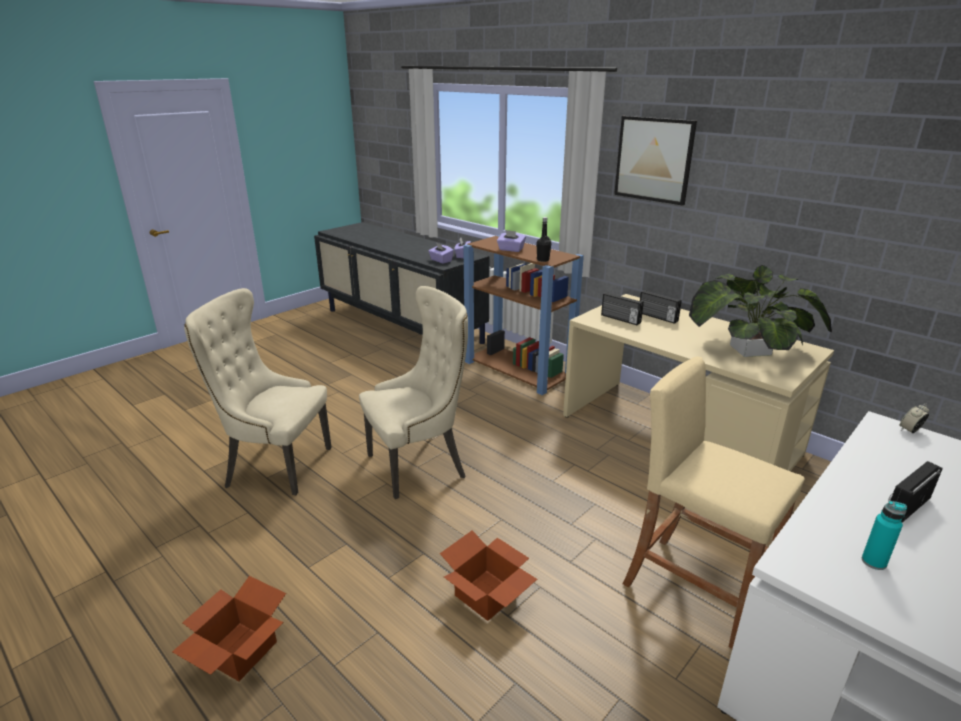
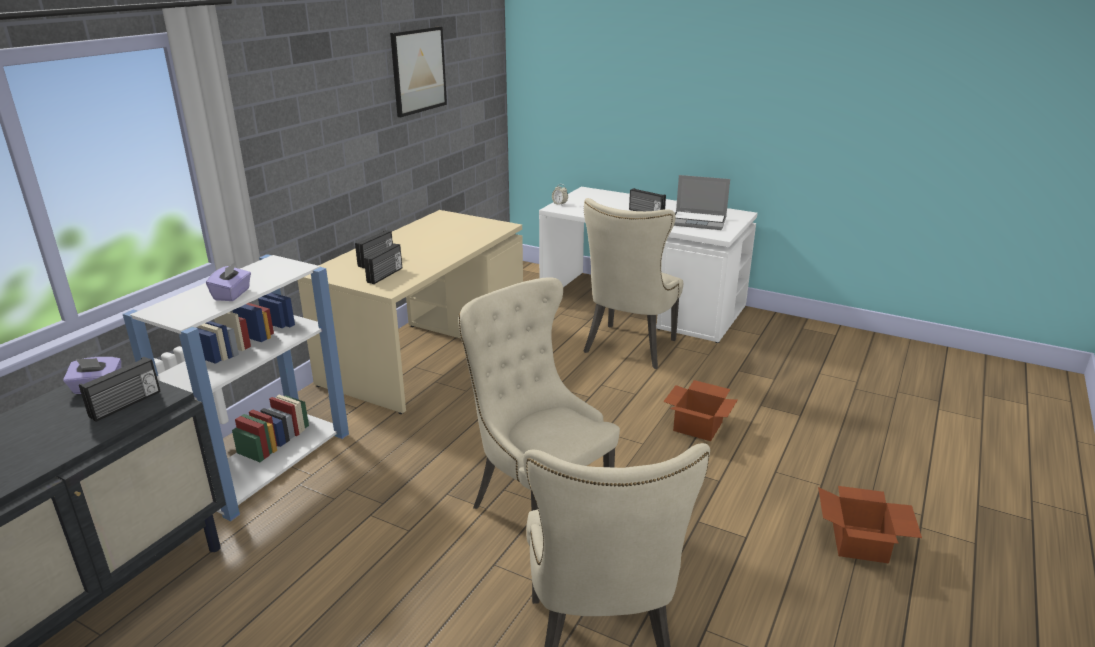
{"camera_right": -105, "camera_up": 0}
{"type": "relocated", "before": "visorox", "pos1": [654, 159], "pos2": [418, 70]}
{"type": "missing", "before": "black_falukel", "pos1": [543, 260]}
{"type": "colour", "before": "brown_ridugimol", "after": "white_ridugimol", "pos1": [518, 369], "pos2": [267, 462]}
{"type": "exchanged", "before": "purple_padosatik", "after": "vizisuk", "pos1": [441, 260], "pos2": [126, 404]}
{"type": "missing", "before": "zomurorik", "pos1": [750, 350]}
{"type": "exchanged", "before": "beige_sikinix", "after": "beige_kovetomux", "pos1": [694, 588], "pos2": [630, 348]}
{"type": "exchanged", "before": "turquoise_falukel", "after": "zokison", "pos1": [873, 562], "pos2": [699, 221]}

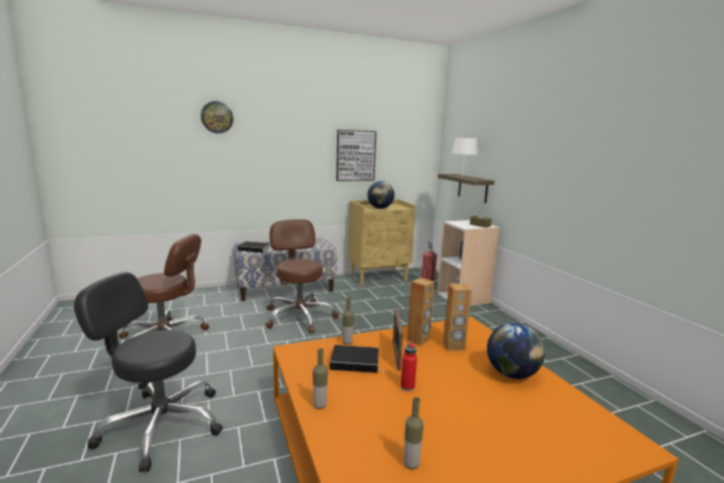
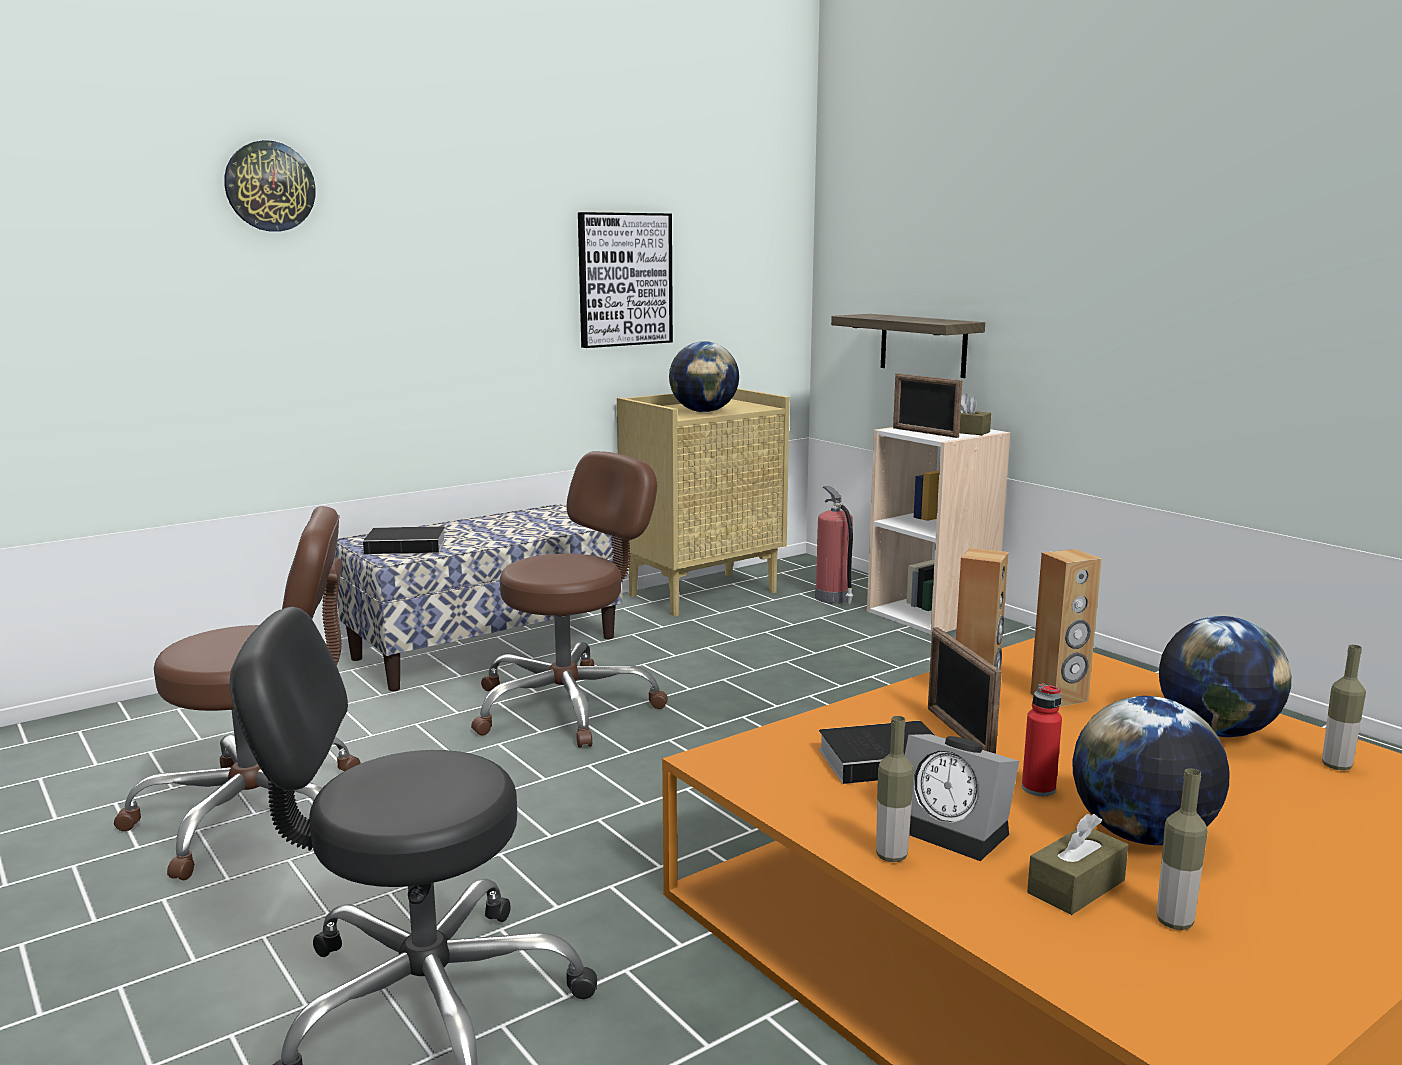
{"camera_right": -15, "camera_up": 0}
{"type": "missing", "before": "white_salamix", "pos1": [462, 177]}
{"type": "spun", "before": "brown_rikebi", "pos1": [298, 315], "pos2": [572, 704], "turn": 90}
{"type": "relocated", "before": "falukel", "pos1": [347, 342], "pos2": [1336, 766]}
{"type": "appeared", "after": "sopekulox", "pos2": [924, 432]}
{"type": "appeared", "after": "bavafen", "pos2": [1142, 835]}
{"type": "appeared", "after": "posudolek", "pos2": [955, 830]}
{"type": "appeared", "after": "brown_padosatik", "pos2": [1076, 887]}

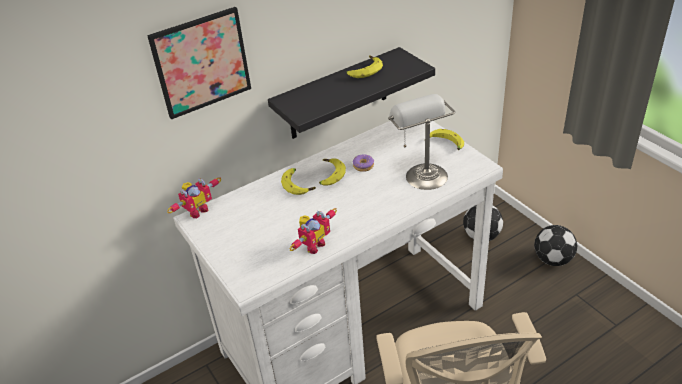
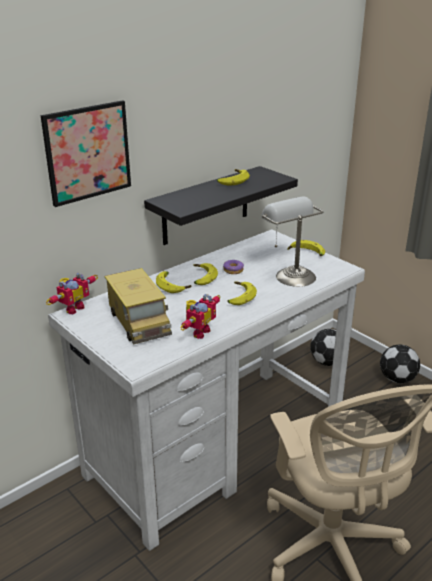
{"camera_right": -10, "camera_up": -10}
{"type": "appeared", "after": "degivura", "pos2": [139, 321]}
{"type": "appeared", "after": "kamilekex", "pos2": [238, 297]}

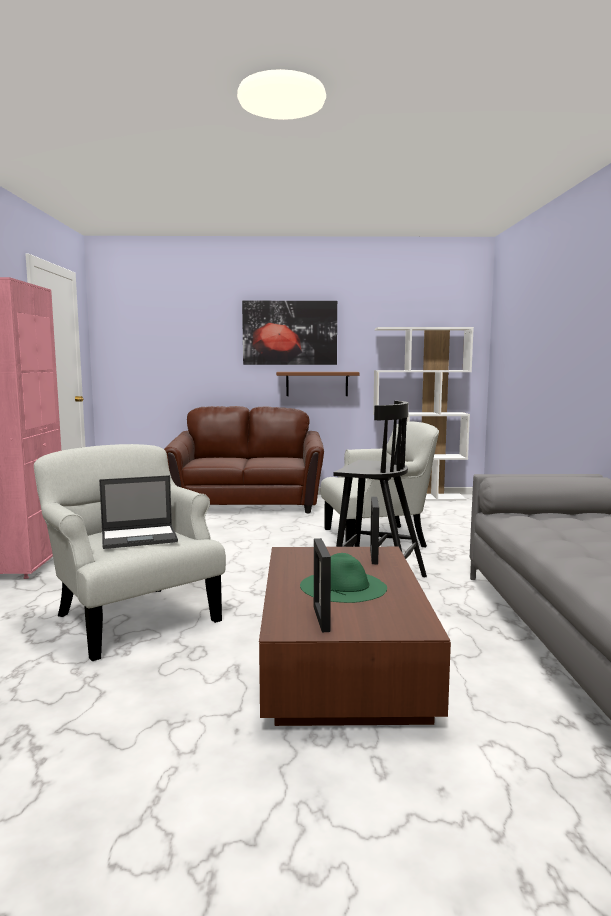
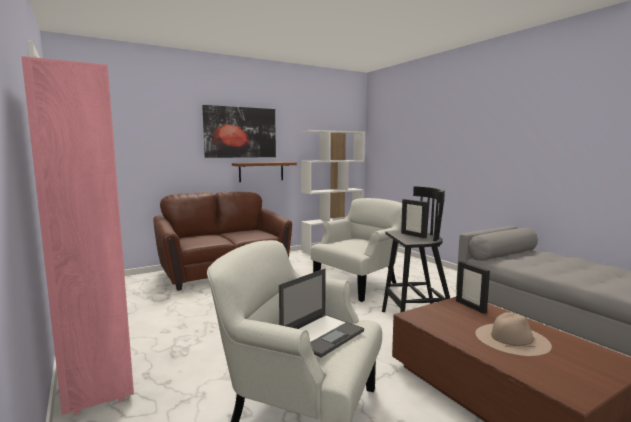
{"camera_right": -30, "camera_up": 0}
{"type": "relocated", "before": "sopekulox", "pos1": [322, 618], "pos2": [414, 235]}
{"type": "colour", "before": "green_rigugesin", "after": "beige_rigugesin", "pos1": [343, 586], "pos2": [512, 339]}

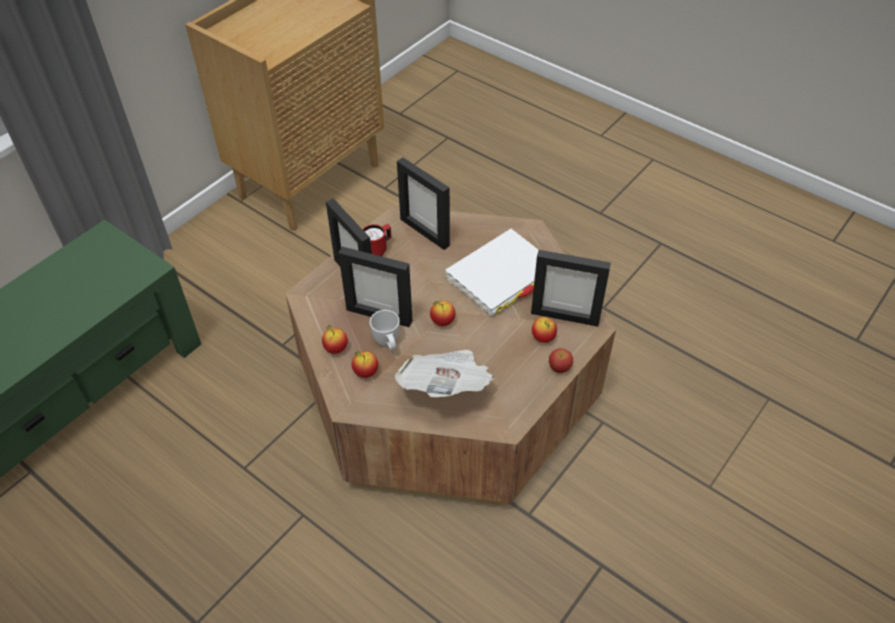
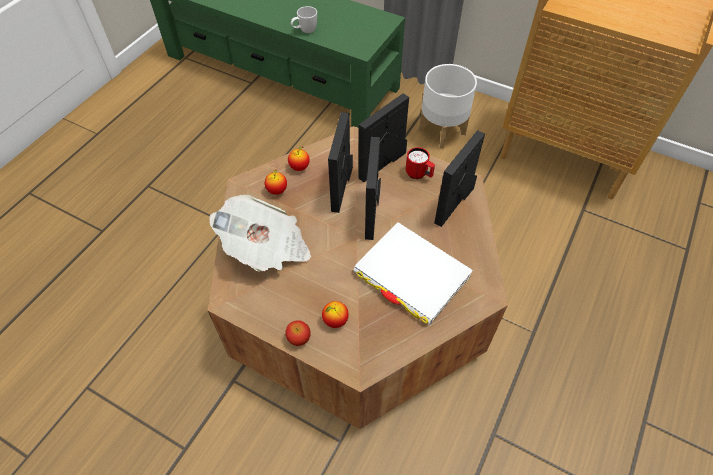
{"camera_right": 80, "camera_up": 5}
{"type": "relocated", "before": "sopekulox", "pos1": [565, 315], "pos2": [372, 214]}
{"type": "missing", "before": "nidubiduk", "pos1": [442, 321]}
{"type": "relocated", "before": "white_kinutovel", "pos1": [388, 344], "pos2": [304, 31]}
{"type": "appeared", "after": "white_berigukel", "pos2": [441, 132]}

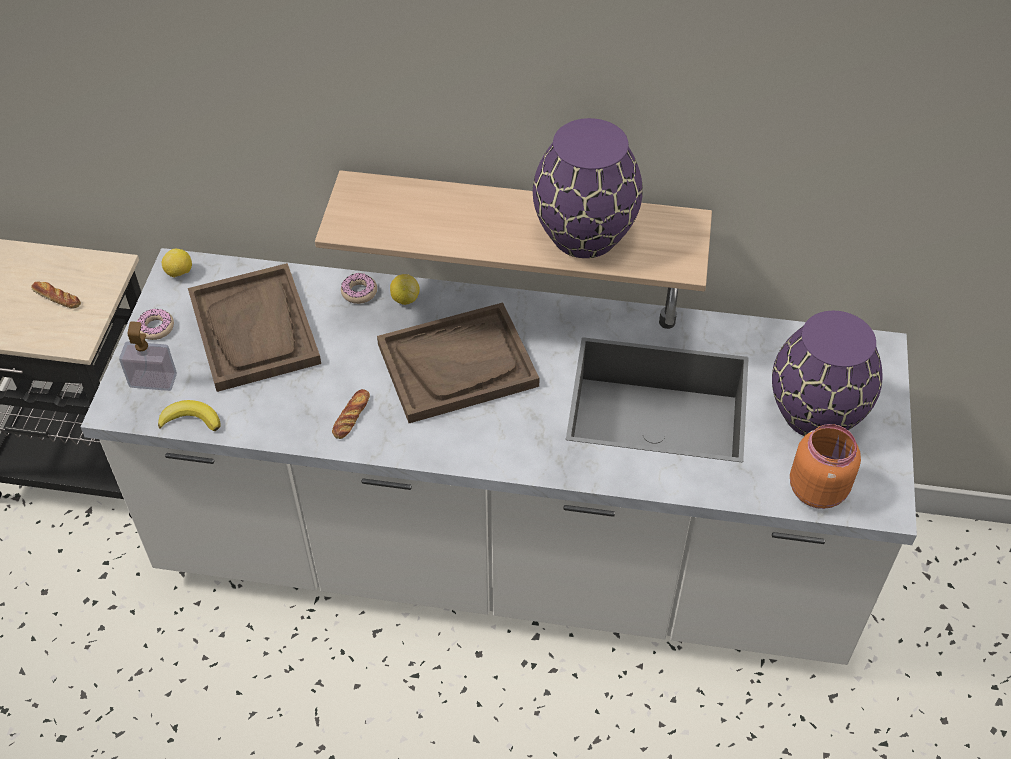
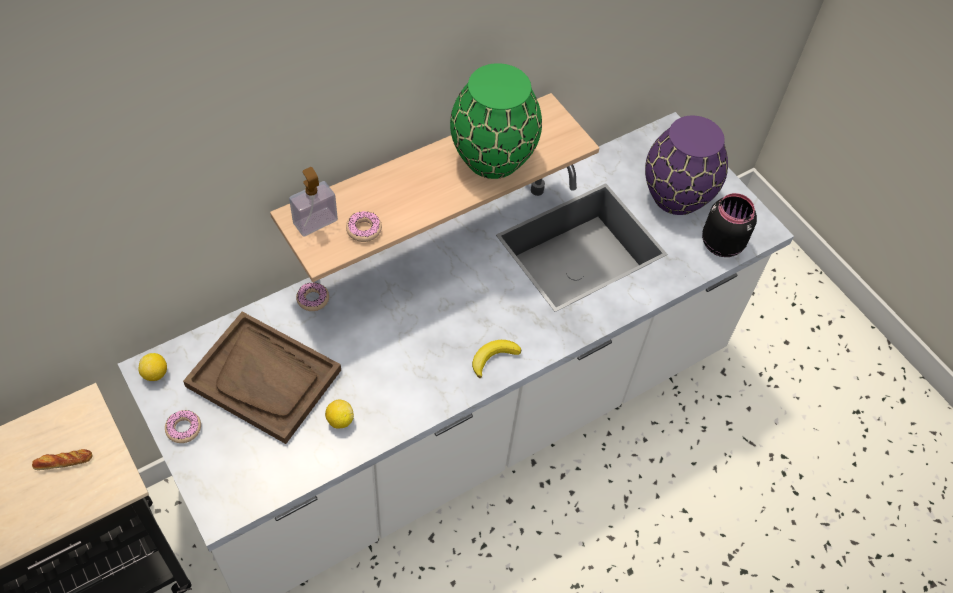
{"camera_right": -45, "camera_up": 5}
{"type": "colour", "before": "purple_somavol", "after": "green_somavol", "pos1": [583, 236], "pos2": [493, 159]}
{"type": "relocated", "before": "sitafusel", "pos1": [405, 299], "pos2": [340, 420]}
{"type": "missing", "before": "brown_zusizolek", "pos1": [457, 365]}
{"type": "relocated", "before": "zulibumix", "pos1": [153, 380], "pos2": [315, 222]}
{"type": "missing", "before": "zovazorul", "pos1": [351, 416]}
{"type": "relocated", "before": "kamilekex", "pos1": [191, 419], "pos2": [493, 358]}
{"type": "colour", "before": "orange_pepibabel", "after": "black_pepibabel", "pos1": [818, 488], "pos2": [721, 243]}
{"type": "appeared", "after": "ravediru", "pos2": [364, 229]}

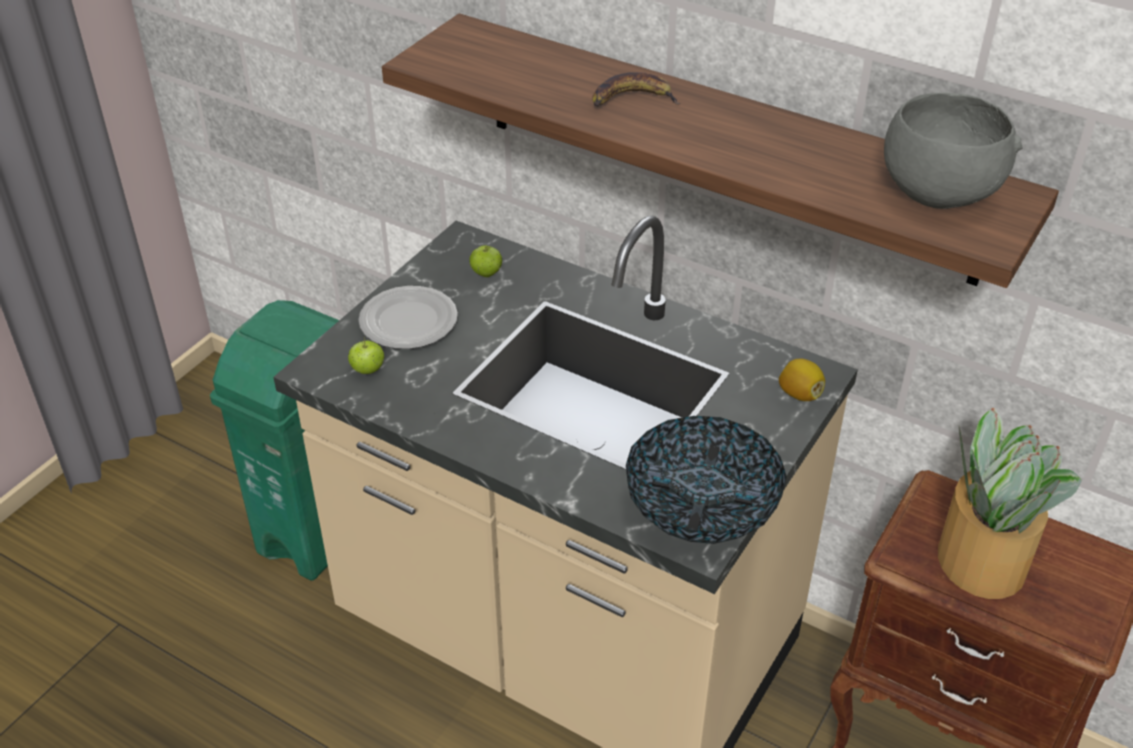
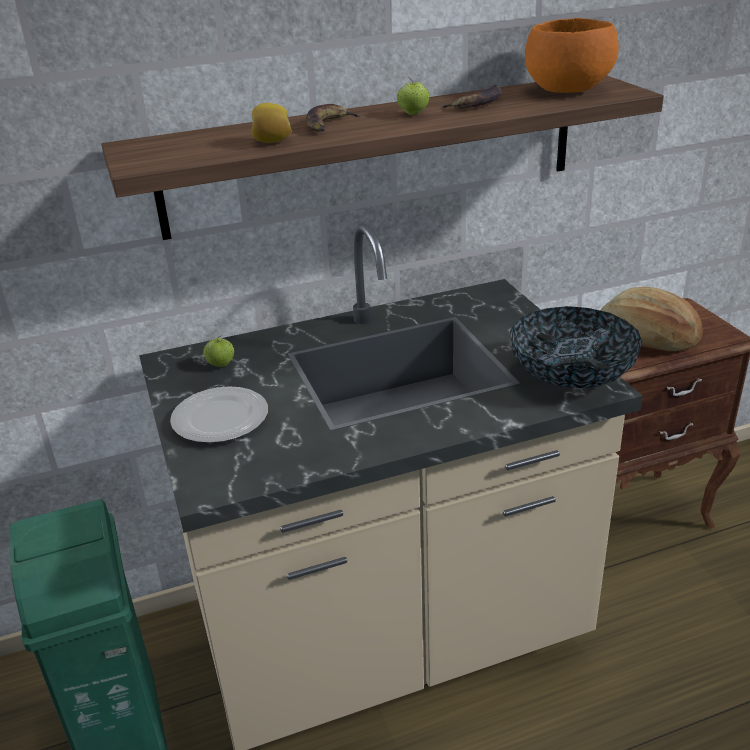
{"camera_right": -50, "camera_up": -10}
{"type": "colour", "before": "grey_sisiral", "after": "orange_sisiral", "pos1": [936, 193], "pos2": [566, 90]}
{"type": "relocated", "before": "nidubiduk", "pos1": [368, 370], "pos2": [413, 114]}
{"type": "relocated", "before": "sitafusel", "pos1": [799, 394], "pos2": [272, 142]}
{"type": "exchanged", "before": "zomurorik", "after": "zovazorul", "pos1": [981, 560], "pos2": [646, 340]}
{"type": "appeared", "after": "kamilekex", "pos2": [477, 103]}

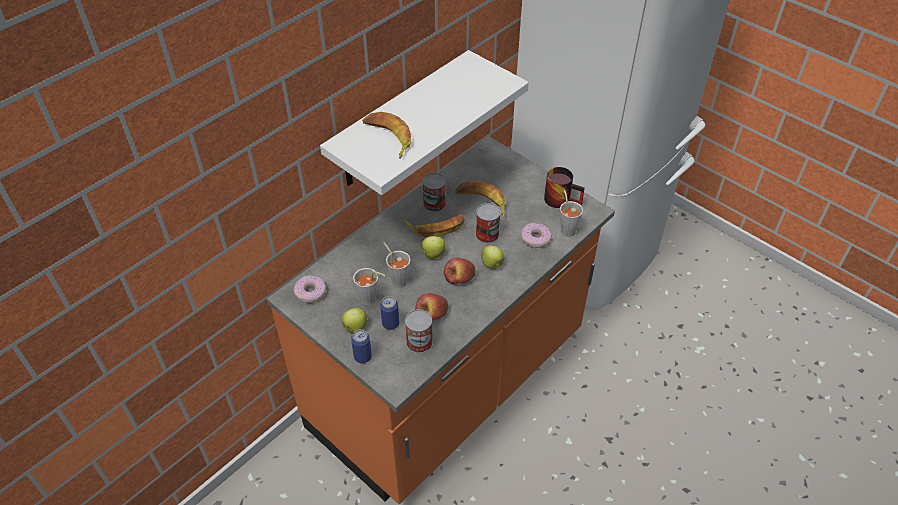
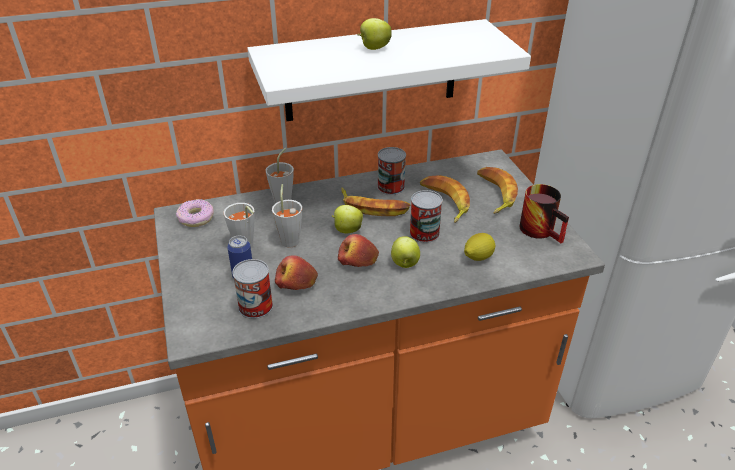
{"camera_right": 30, "camera_up": -10}
{"type": "relocated", "before": "kamilekex", "pos1": [388, 138], "pos2": [494, 194]}
{"type": "relocated", "before": "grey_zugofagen", "pos1": [567, 229], "pos2": [284, 199]}
{"type": "exchanged", "before": "ravediru", "after": "sitafusel", "pos1": [535, 239], "pos2": [477, 257]}
{"type": "relocated", "before": "nidubiduk", "pos1": [354, 328], "pos2": [374, 48]}
{"type": "missing", "before": "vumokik", "pos1": [363, 357]}

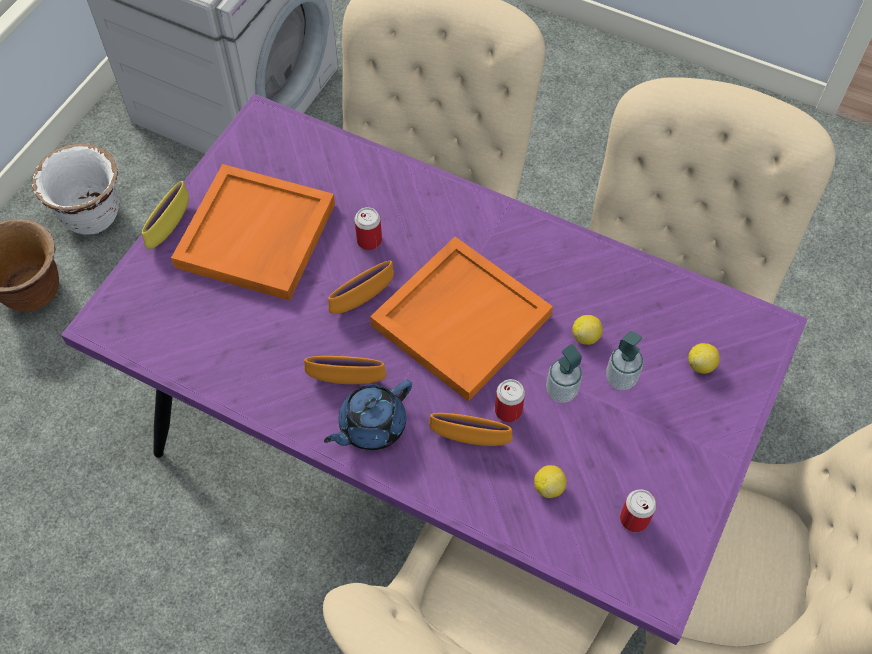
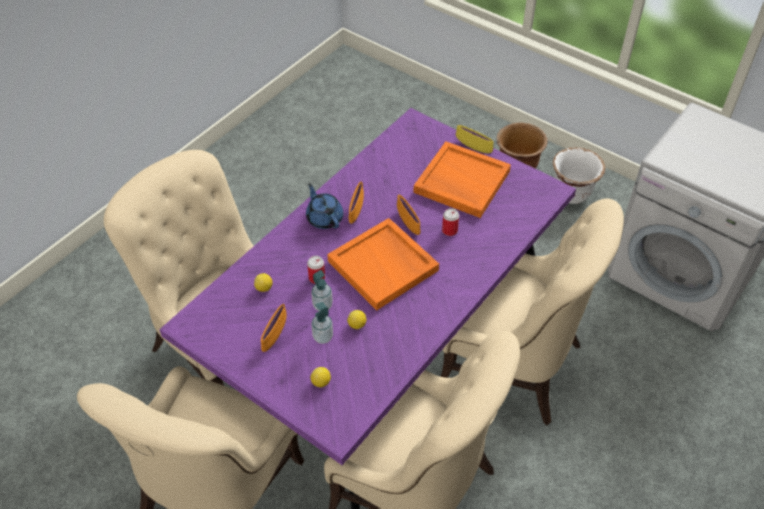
{"camera_right": 100, "camera_up": -10}
{"type": "relocated", "before": "orange_sisiral", "pos1": [470, 438], "pos2": [275, 336]}
{"type": "missing", "before": "vumokik", "pos1": [634, 519]}

